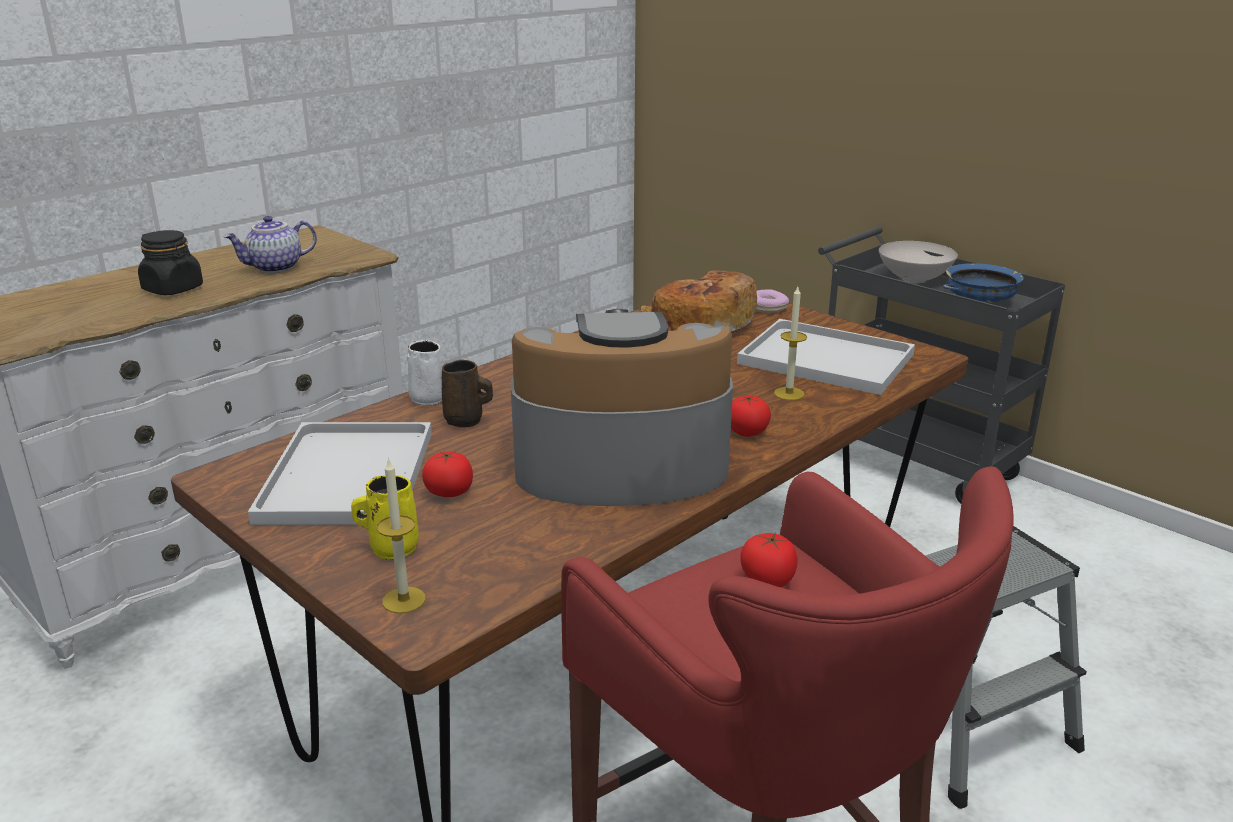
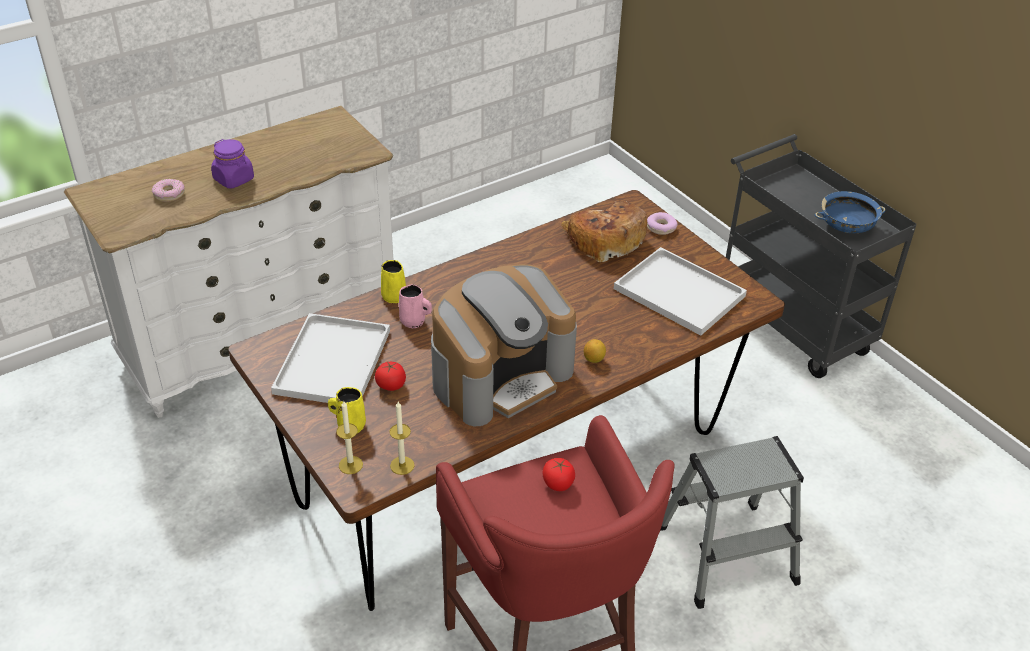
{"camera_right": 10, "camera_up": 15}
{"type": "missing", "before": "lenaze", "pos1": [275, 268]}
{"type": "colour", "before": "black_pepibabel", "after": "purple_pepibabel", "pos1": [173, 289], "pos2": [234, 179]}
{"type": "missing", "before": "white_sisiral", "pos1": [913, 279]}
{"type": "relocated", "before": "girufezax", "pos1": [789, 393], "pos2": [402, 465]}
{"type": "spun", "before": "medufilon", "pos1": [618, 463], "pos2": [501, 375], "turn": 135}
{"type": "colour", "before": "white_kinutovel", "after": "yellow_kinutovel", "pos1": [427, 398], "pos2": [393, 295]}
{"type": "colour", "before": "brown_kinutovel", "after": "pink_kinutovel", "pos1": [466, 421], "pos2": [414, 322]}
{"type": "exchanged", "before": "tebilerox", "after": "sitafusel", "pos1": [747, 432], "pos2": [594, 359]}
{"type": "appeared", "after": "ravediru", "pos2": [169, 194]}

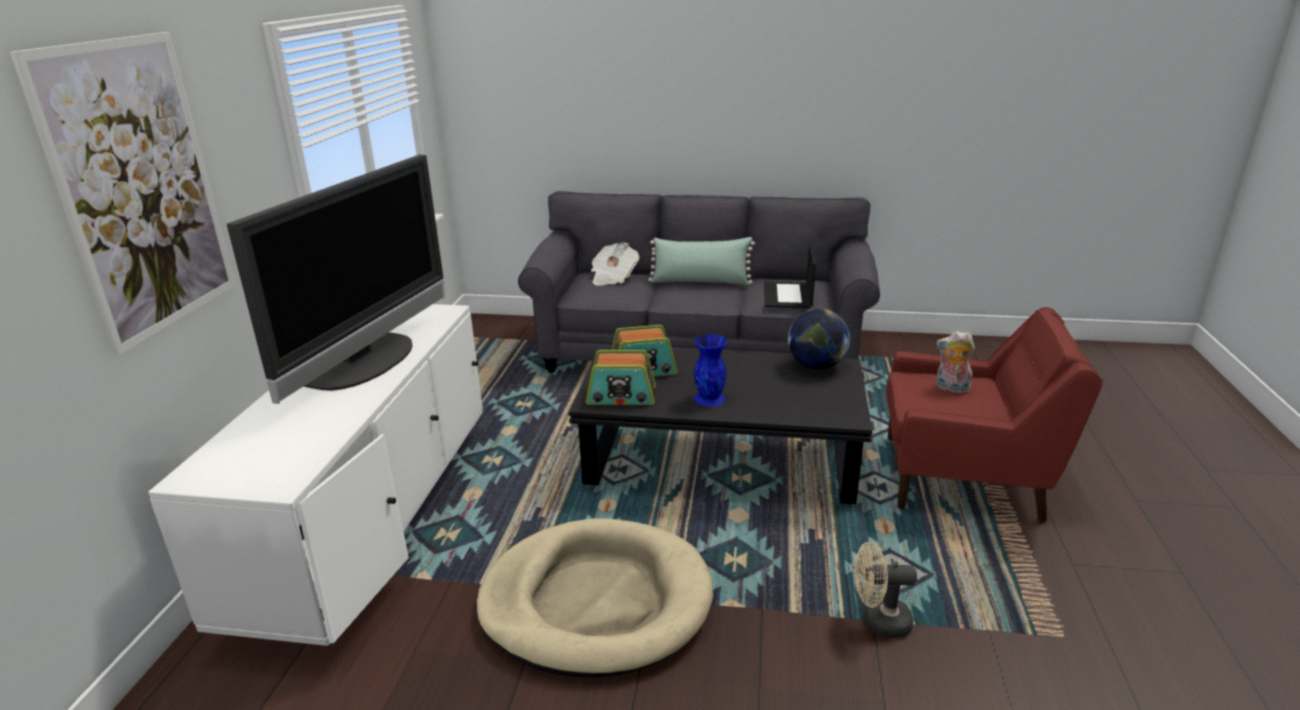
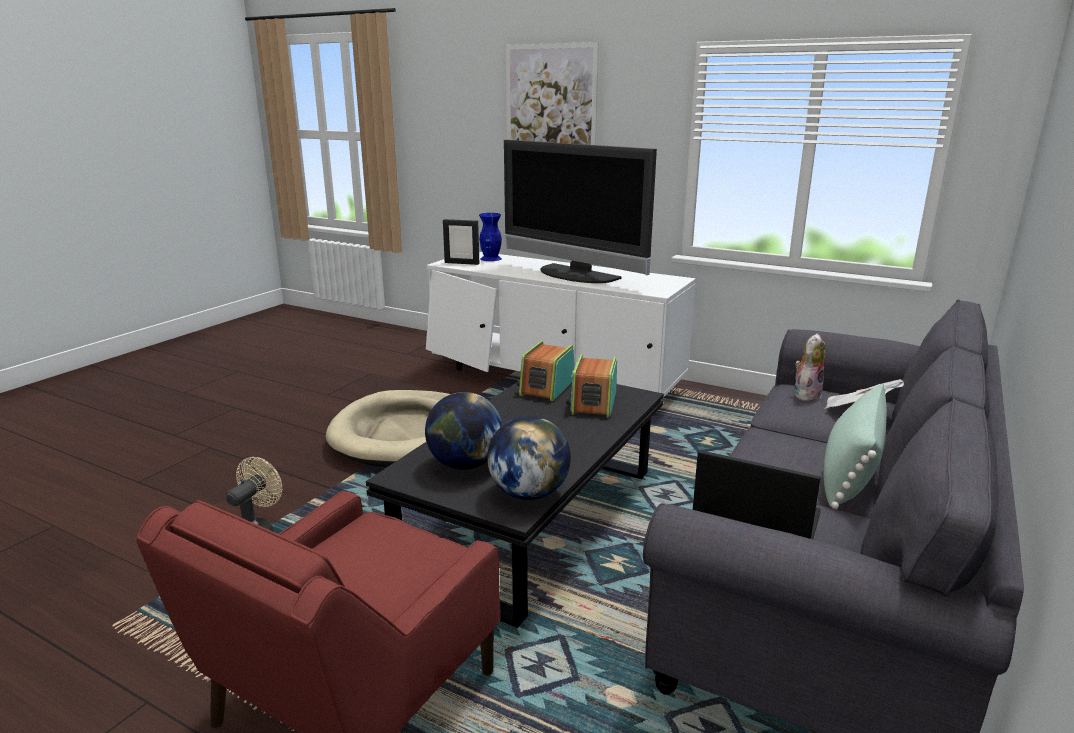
{"camera_right": 110, "camera_up": -5}
{"type": "relocated", "before": "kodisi", "pos1": [951, 389], "pos2": [806, 394]}
{"type": "relocated", "before": "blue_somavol", "pos1": [710, 398], "pos2": [491, 258]}
{"type": "appeared", "after": "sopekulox", "pos2": [462, 263]}
{"type": "appeared", "after": "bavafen", "pos2": [465, 464]}

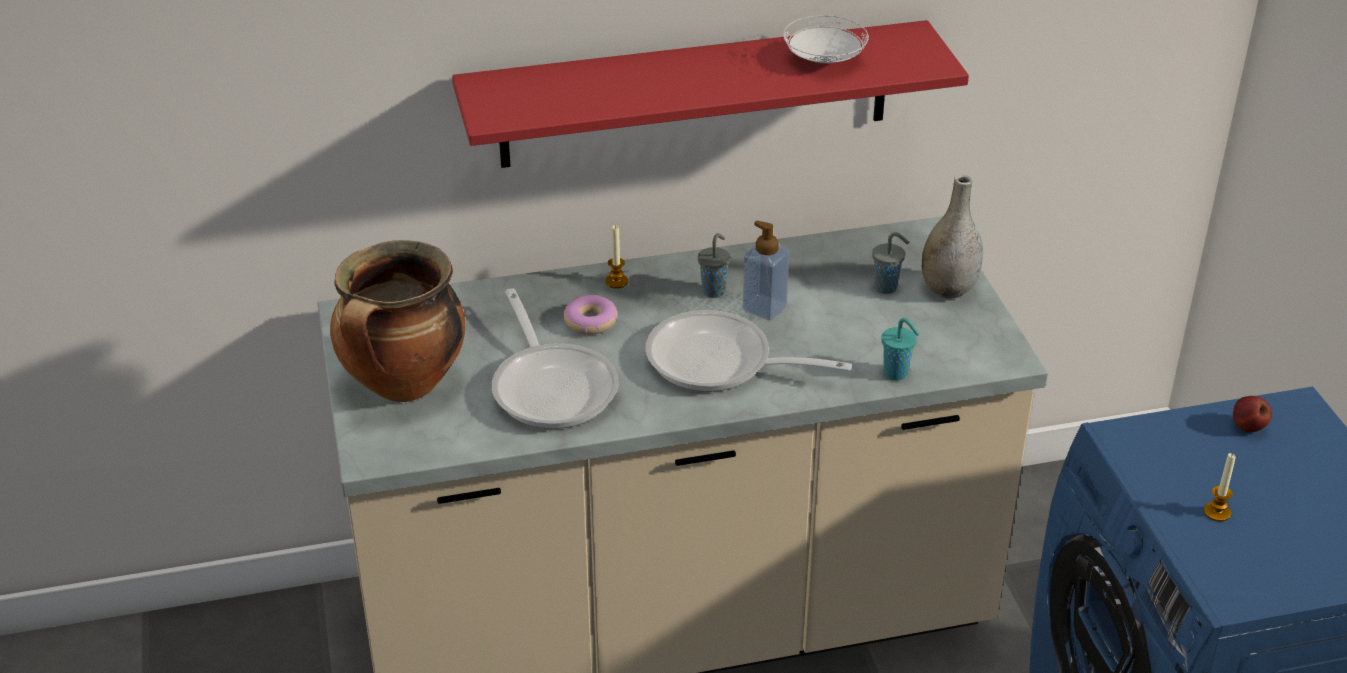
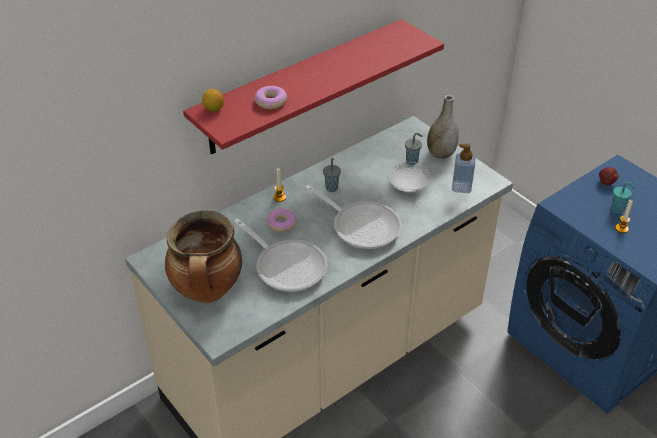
{"camera_right": -25, "camera_up": 5}
{"type": "relocated", "before": "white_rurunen", "pos1": [823, 60], "pos2": [407, 186]}
{"type": "relocated", "before": "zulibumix", "pos1": [764, 308], "pos2": [461, 187]}
{"type": "spun", "before": "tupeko", "pos1": [719, 363], "pos2": [361, 226], "turn": -135}
{"type": "relocated", "before": "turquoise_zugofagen", "pos1": [897, 374], "pos2": [617, 210]}
{"type": "appeared", "after": "ravediru", "pos2": [271, 102]}
{"type": "appeared", "after": "sitafusel", "pos2": [214, 109]}

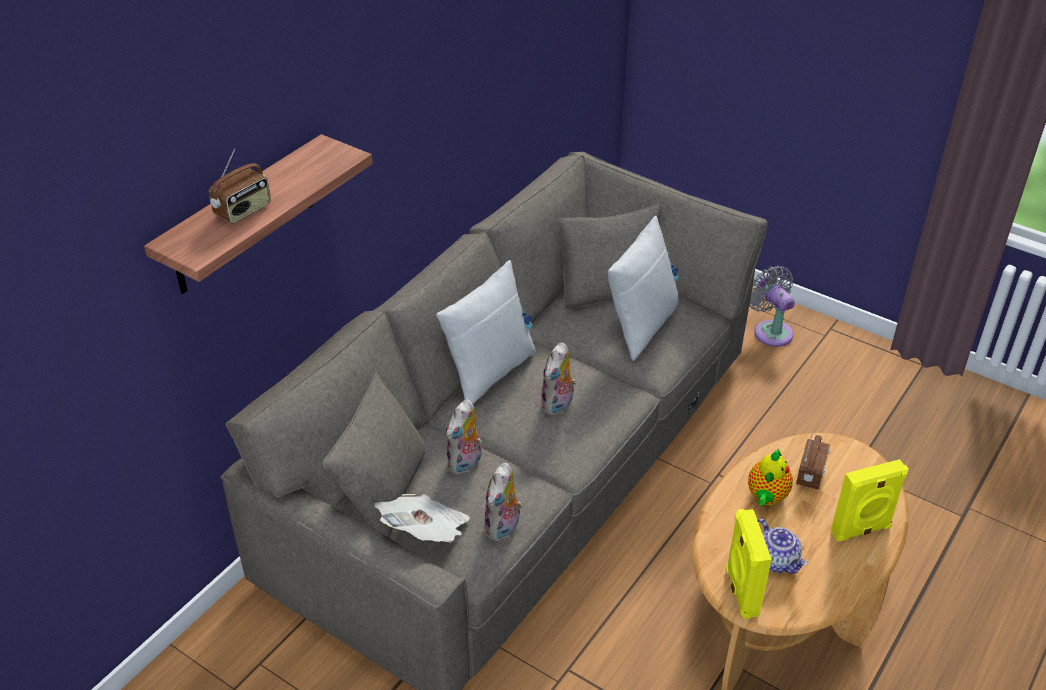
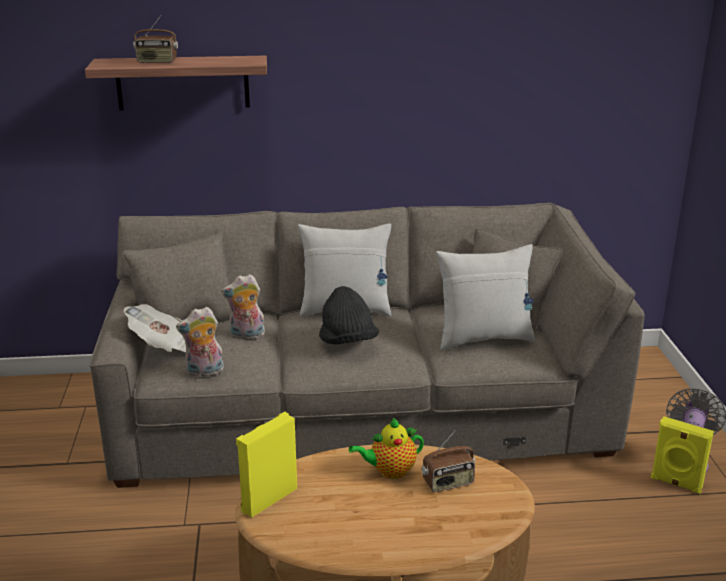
{"camera_right": 50, "camera_up": -15}
{"type": "exchanged", "before": "kodisi", "after": "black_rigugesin", "pos1": [558, 406], "pos2": [347, 342]}
{"type": "relocated", "before": "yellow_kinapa", "pos1": [861, 530], "pos2": [676, 483]}
{"type": "missing", "before": "lenaze", "pos1": [777, 560]}

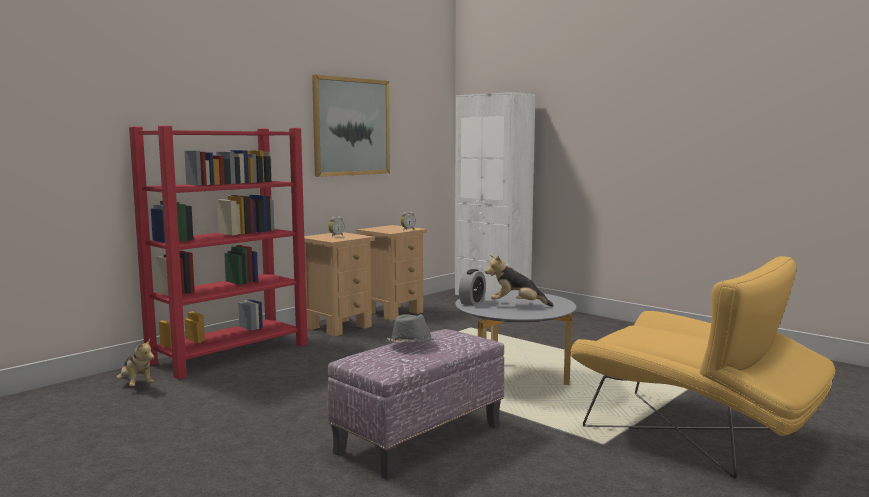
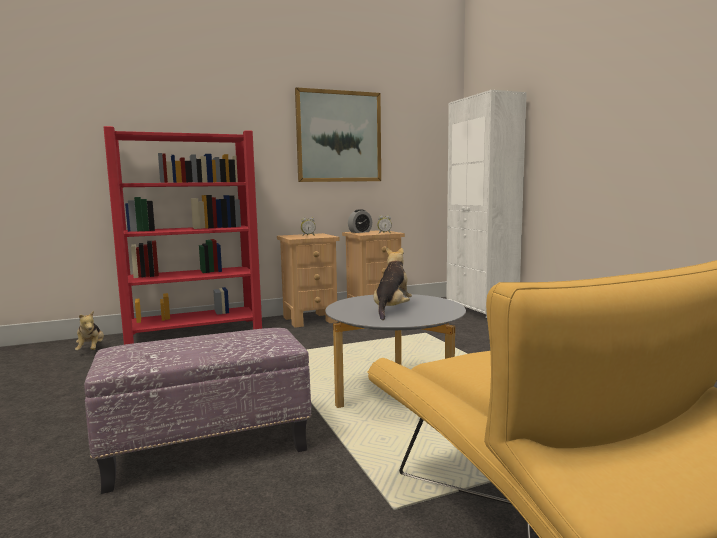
{"camera_right": 25, "camera_up": 0}
{"type": "spun", "before": "kodisi", "pos1": [516, 305], "pos2": [392, 309], "turn": 75}
{"type": "relocated", "before": "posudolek", "pos1": [472, 302], "pos2": [360, 232]}
{"type": "missing", "before": "grey_rigugesin", "pos1": [411, 345]}

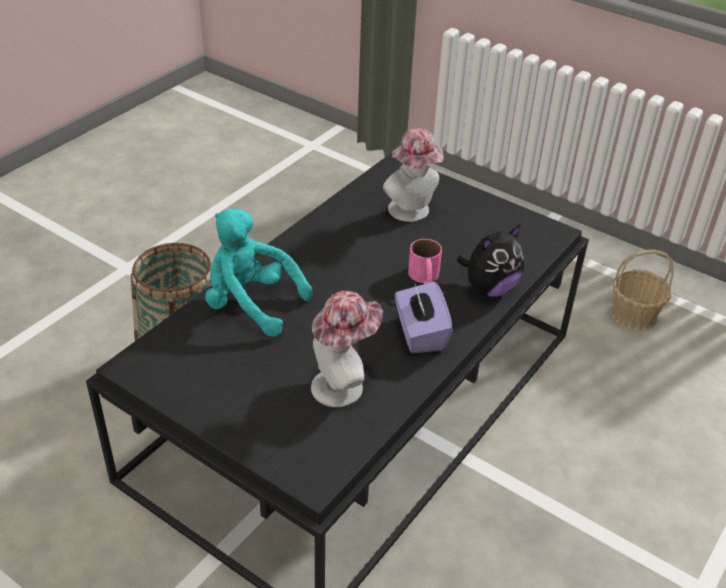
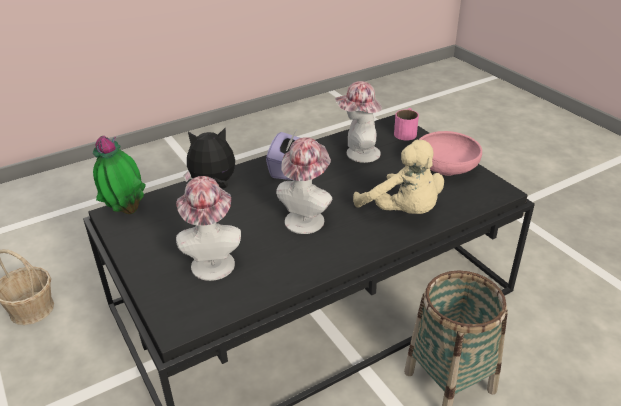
{"camera_right": -155, "camera_up": -5}
{"type": "colour", "before": "turquoise_kodisi", "after": "beige_kodisi", "pos1": [251, 304], "pos2": [403, 212]}
{"type": "relocated", "before": "pink_kinutovel", "pos1": [424, 278], "pos2": [406, 132]}
{"type": "appeared", "after": "pink_sisiral", "pos2": [446, 168]}
{"type": "appeared", "after": "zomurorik", "pos2": [126, 211]}
{"type": "appeared", "after": "rigugesin", "pos2": [306, 218]}

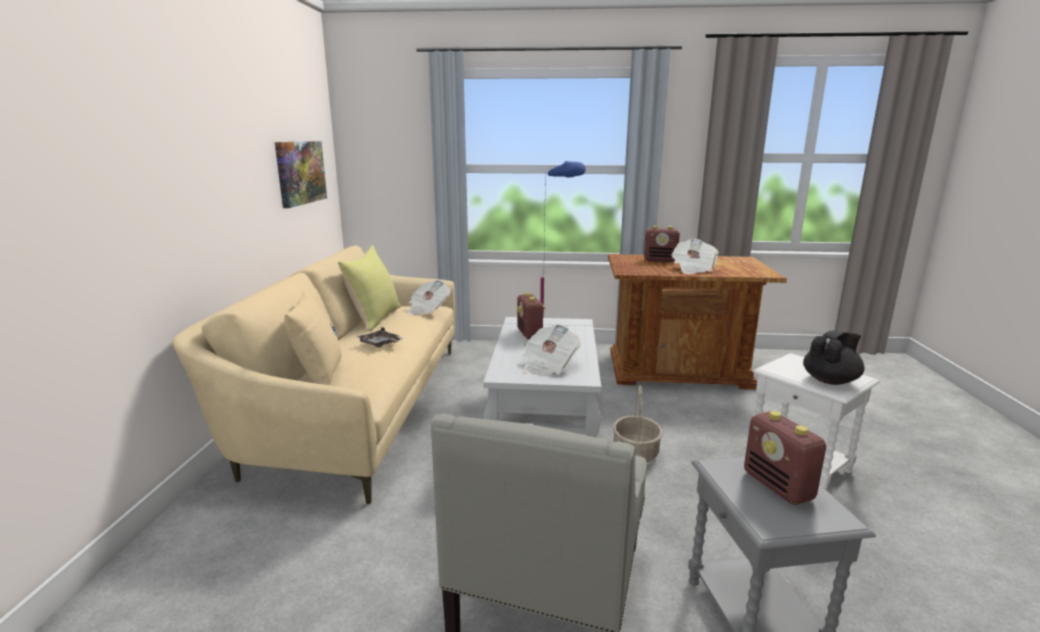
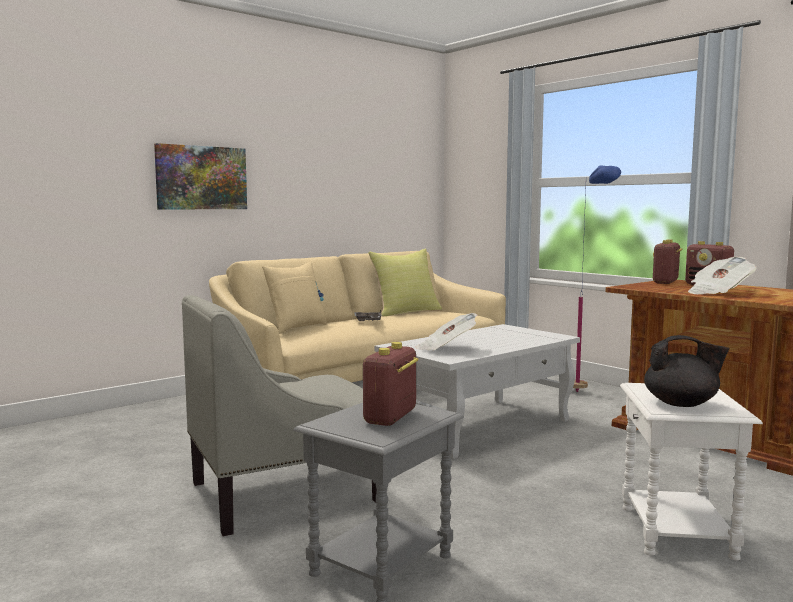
{"camera_right": 45, "camera_up": -10}
{"type": "relocated", "before": "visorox", "pos1": [300, 172], "pos2": [201, 178]}
{"type": "missing", "before": "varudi", "pos1": [428, 309]}
{"type": "relocated", "before": "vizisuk", "pos1": [530, 334], "pos2": [665, 282]}
{"type": "missing", "before": "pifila", "pos1": [636, 453]}

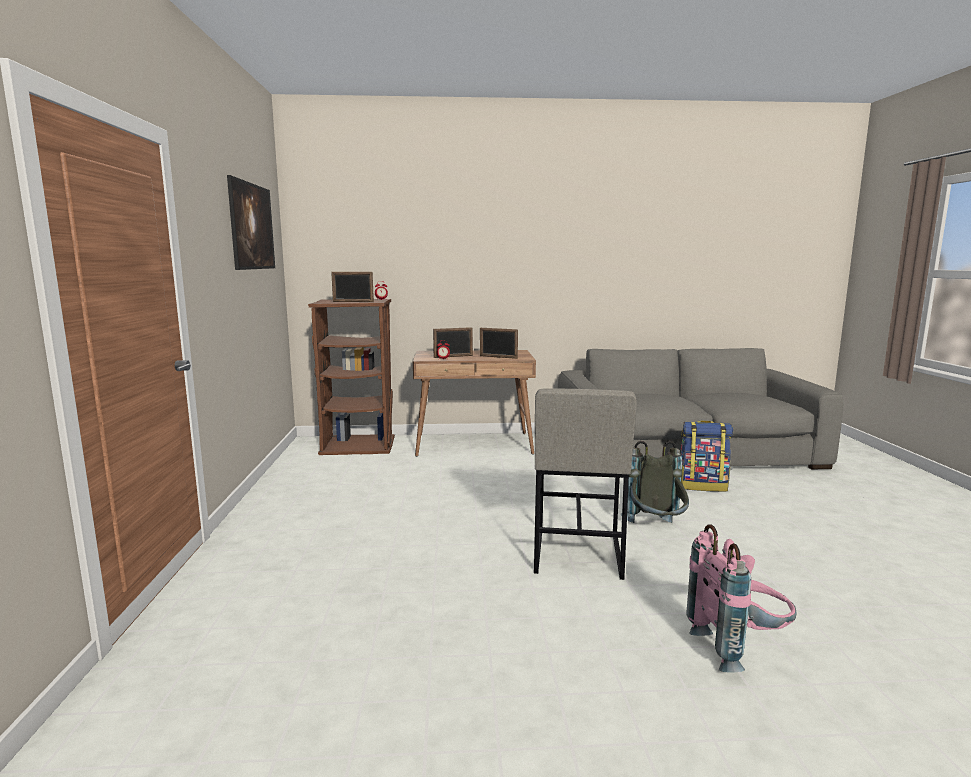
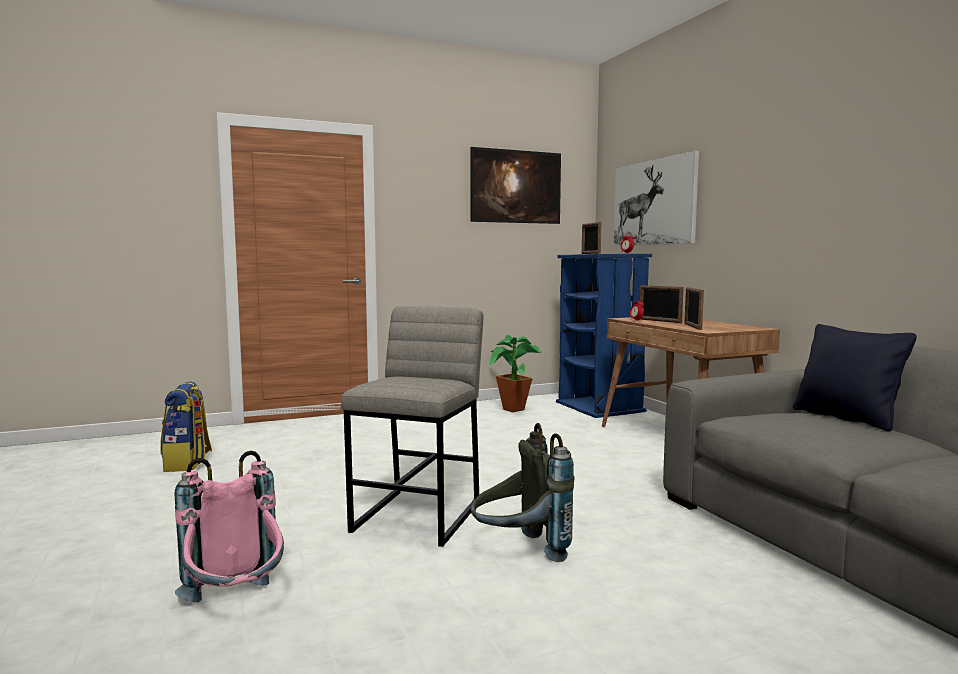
{"camera_right": 70, "camera_up": -5}
{"type": "colour", "before": "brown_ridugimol", "after": "blue_ridugimol", "pos1": [358, 445], "pos2": [600, 407]}
{"type": "spun", "before": "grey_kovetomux", "pos1": [577, 554], "pos2": [418, 515], "turn": 120}
{"type": "relocated", "before": "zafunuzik", "pos1": [702, 485], "pos2": [188, 463]}
{"type": "appeared", "after": "visorox", "pos2": [654, 202]}
{"type": "appeared", "after": "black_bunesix", "pos2": [846, 418]}
{"type": "appeared", "after": "zomurorik", "pos2": [514, 411]}

